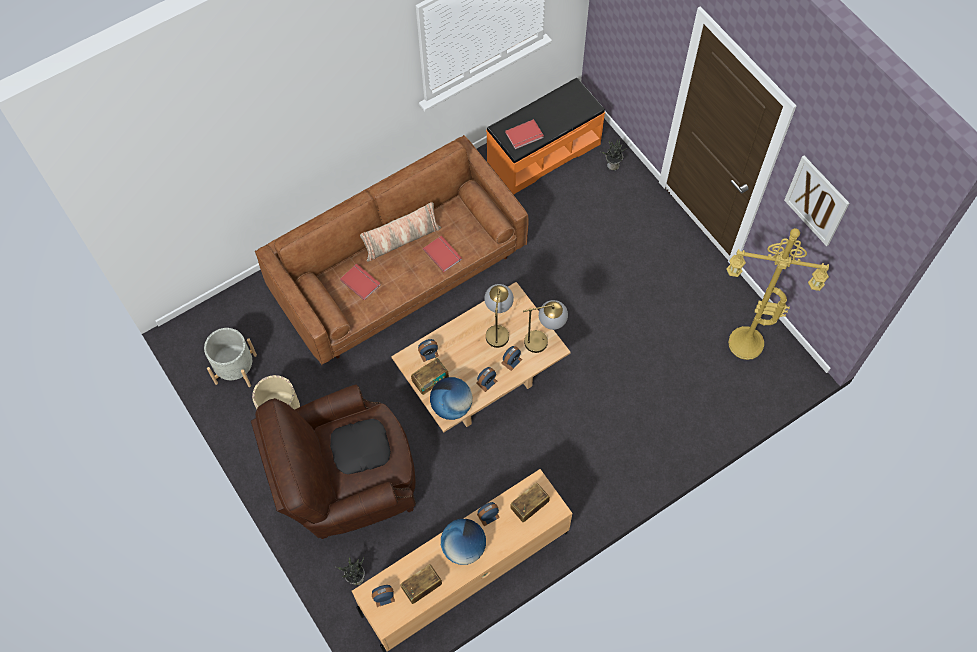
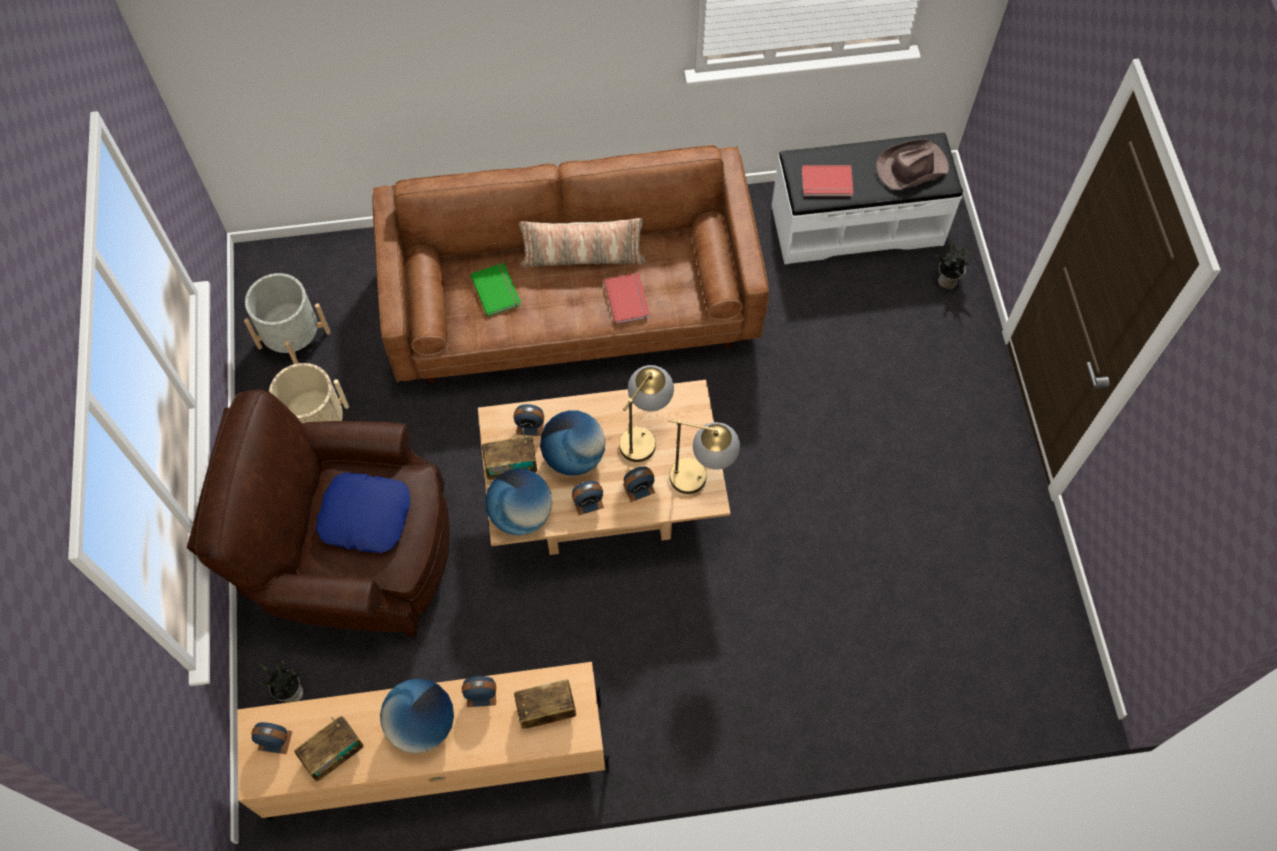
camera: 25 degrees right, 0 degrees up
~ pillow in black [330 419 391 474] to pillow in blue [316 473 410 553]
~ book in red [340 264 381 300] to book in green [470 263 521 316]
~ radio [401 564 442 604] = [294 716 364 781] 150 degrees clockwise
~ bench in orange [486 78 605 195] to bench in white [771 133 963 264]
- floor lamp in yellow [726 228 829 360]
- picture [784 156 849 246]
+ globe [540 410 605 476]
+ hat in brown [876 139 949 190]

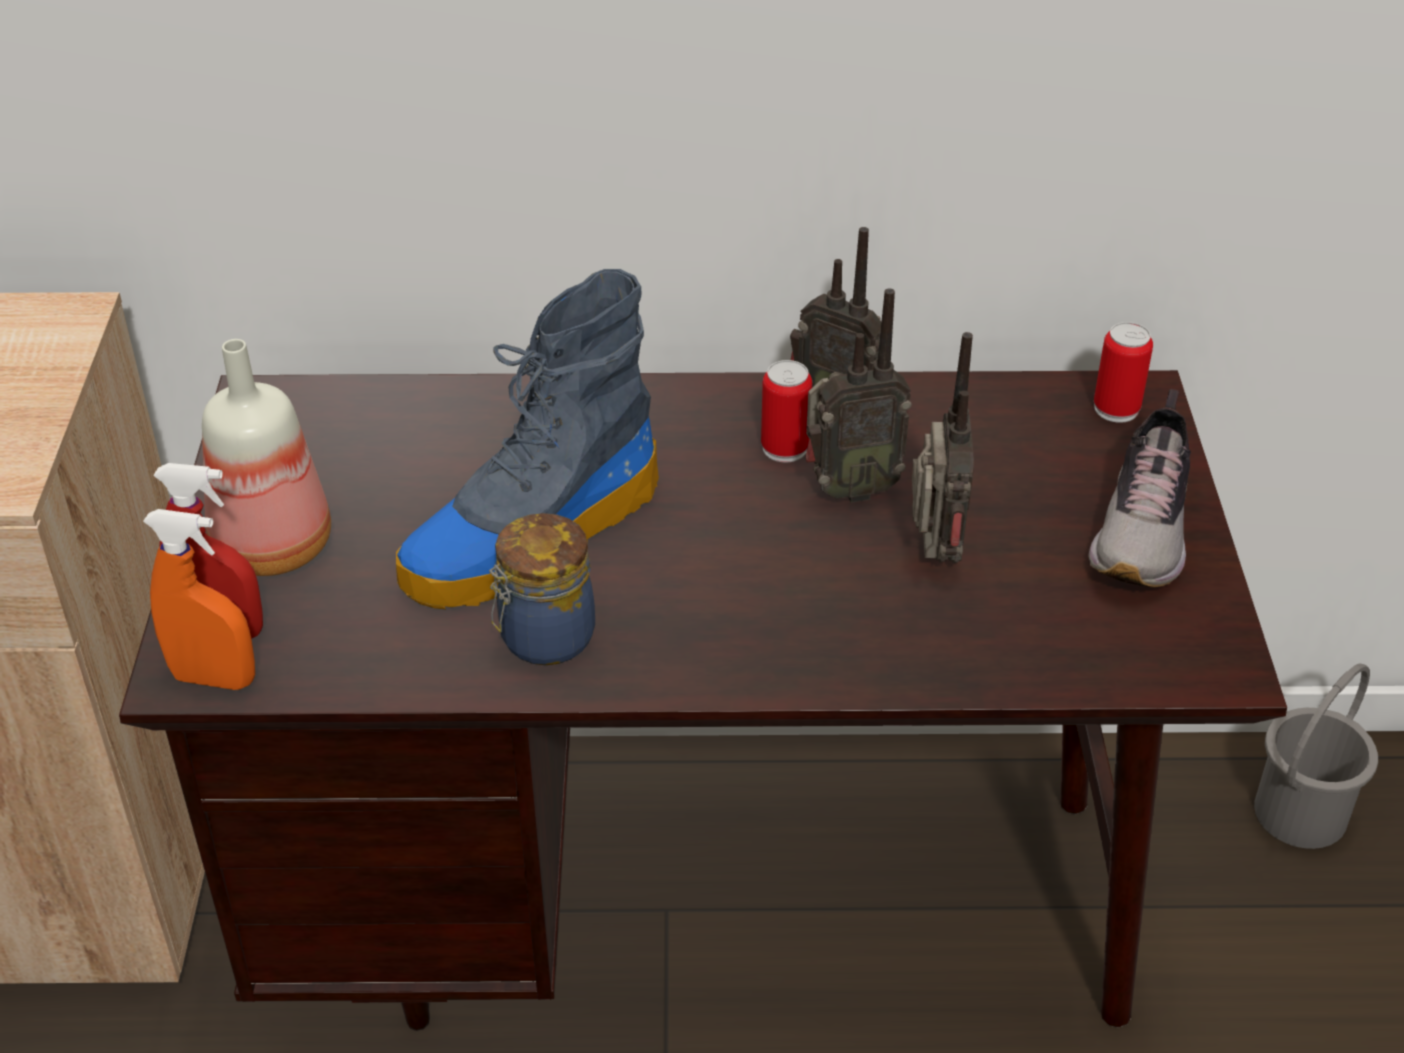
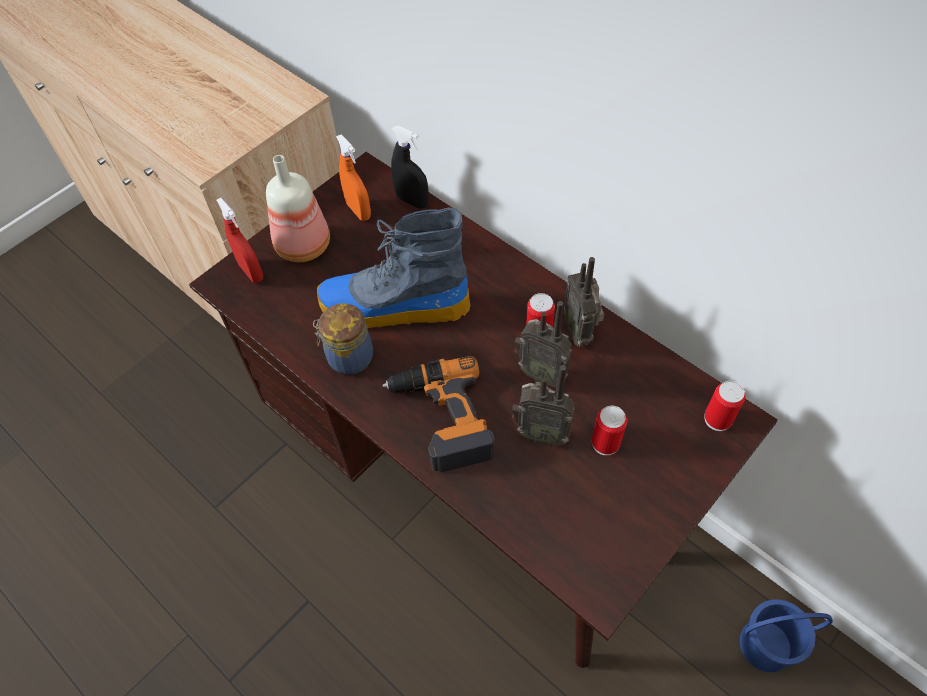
camera: 45 degrees right, 15 degrees up
~ spray bottle in orange [143 509 255 690] to [336 134 371 221]
~ radio [912 332 974 563] = [512 365 575 446] 60 degrees clockwise
- shoe [1088 389 1191 587]
~ bucket in grey [1254 663 1378 849] to bucket in blue [740 599 833 672]
+ power drill [383 356 495 472]
+ spray bottle in black [391 126 428 209]
+ can [592 406 627 456]

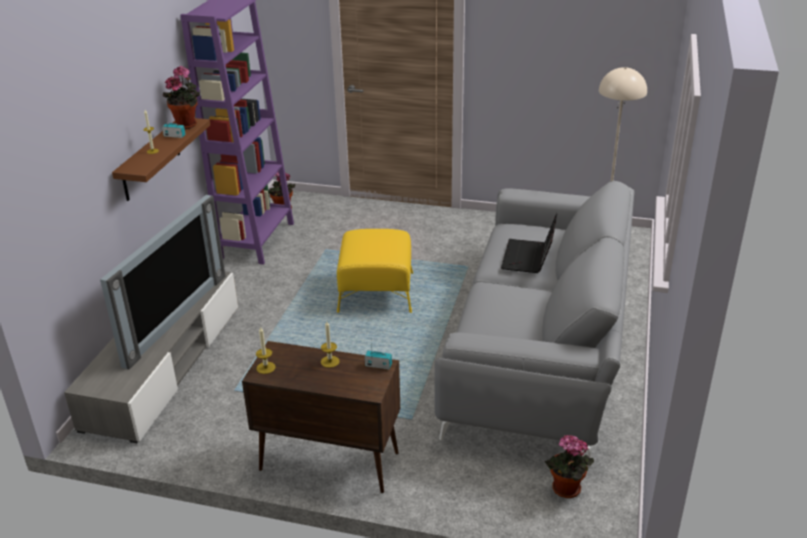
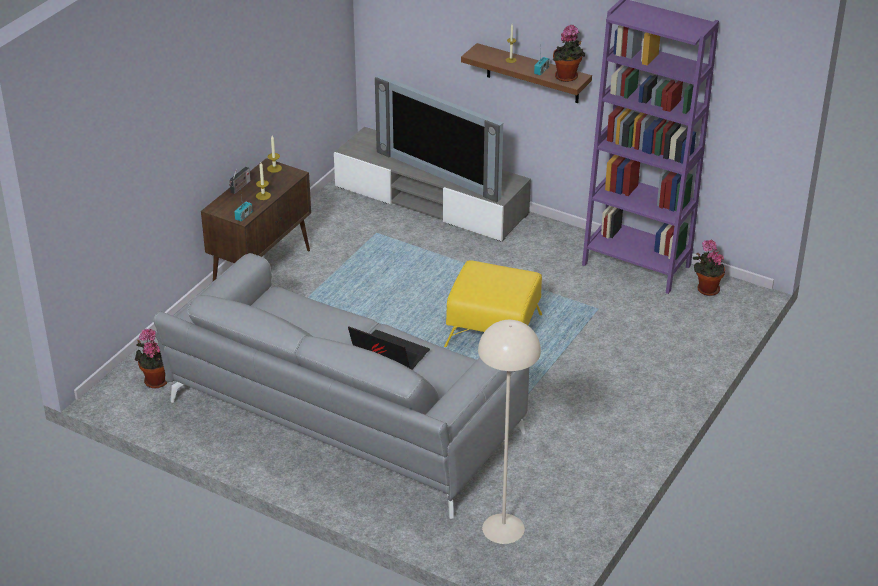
camera: 105 degrees right, 5 degrees up
+ radio [229 167 250 194]

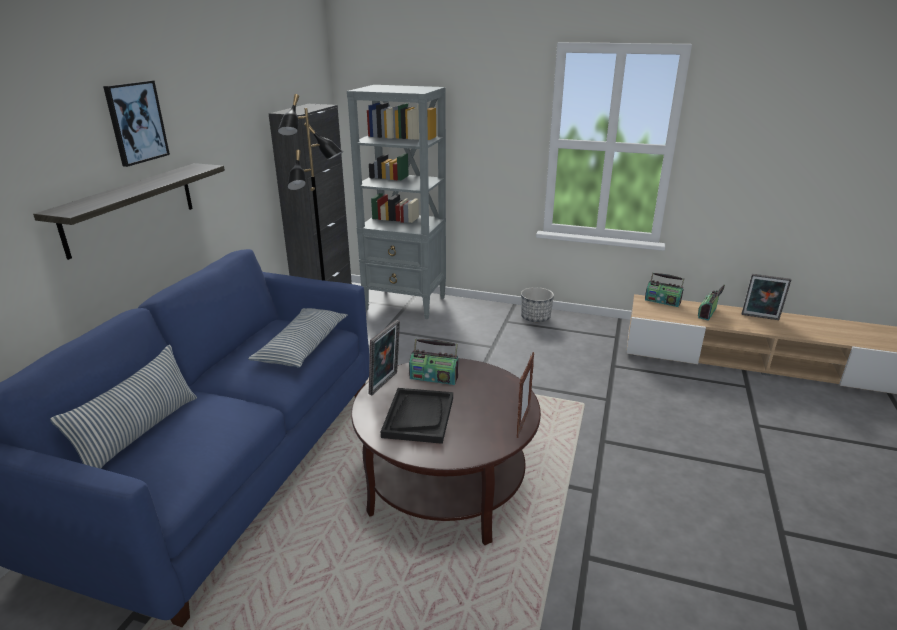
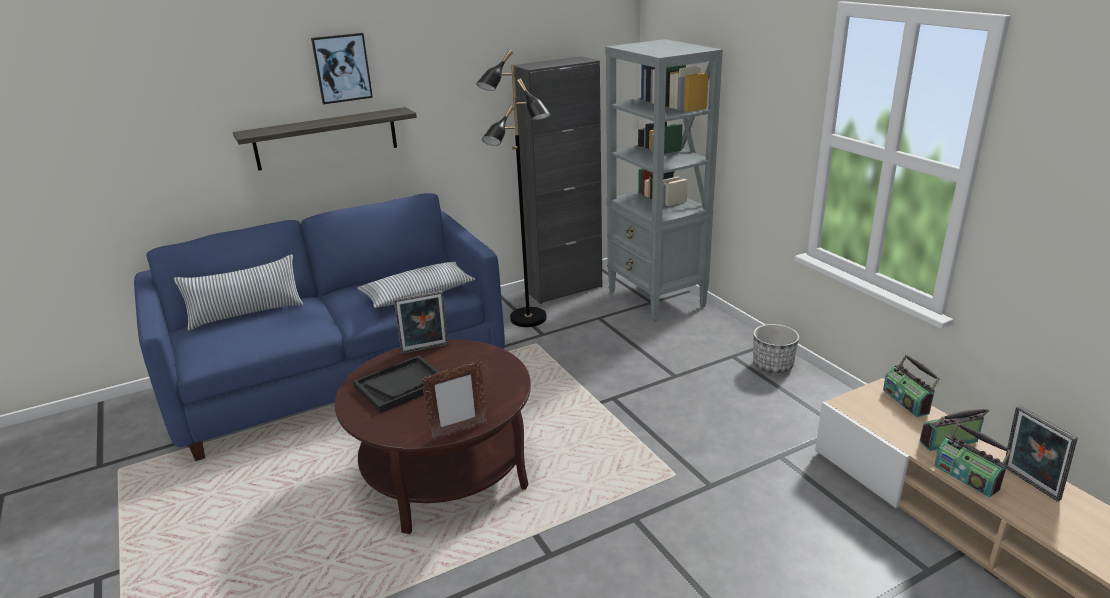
camera: 45 degrees right, 0 degrees up
~ radio [409 339 458 385] to [935 423 1012 497]

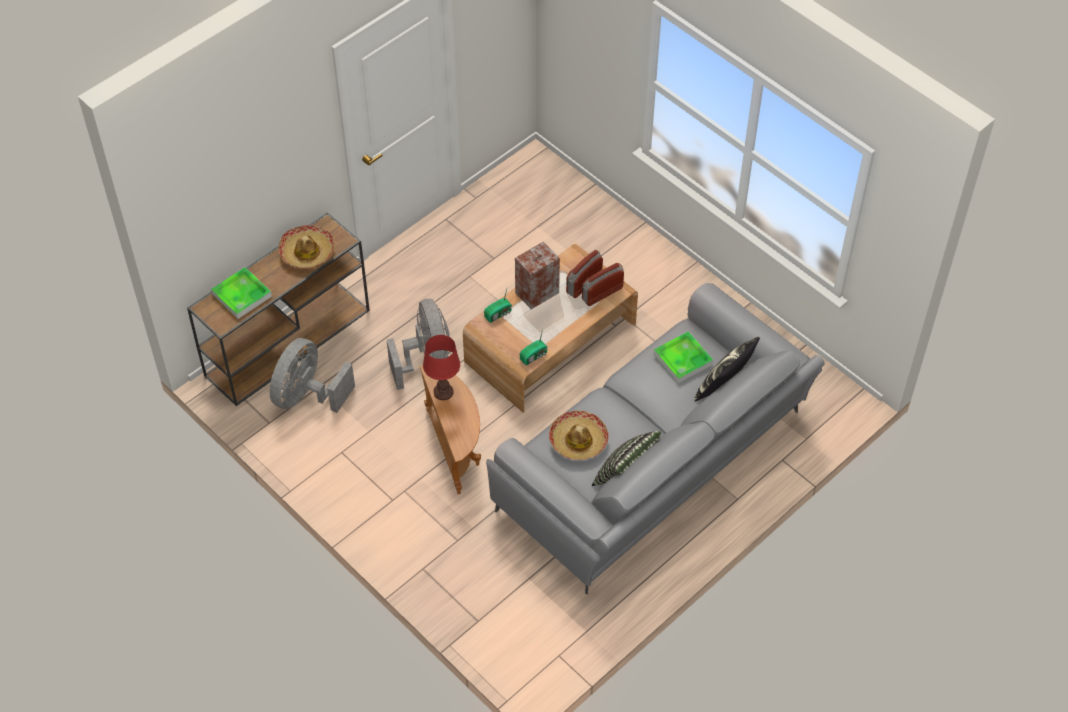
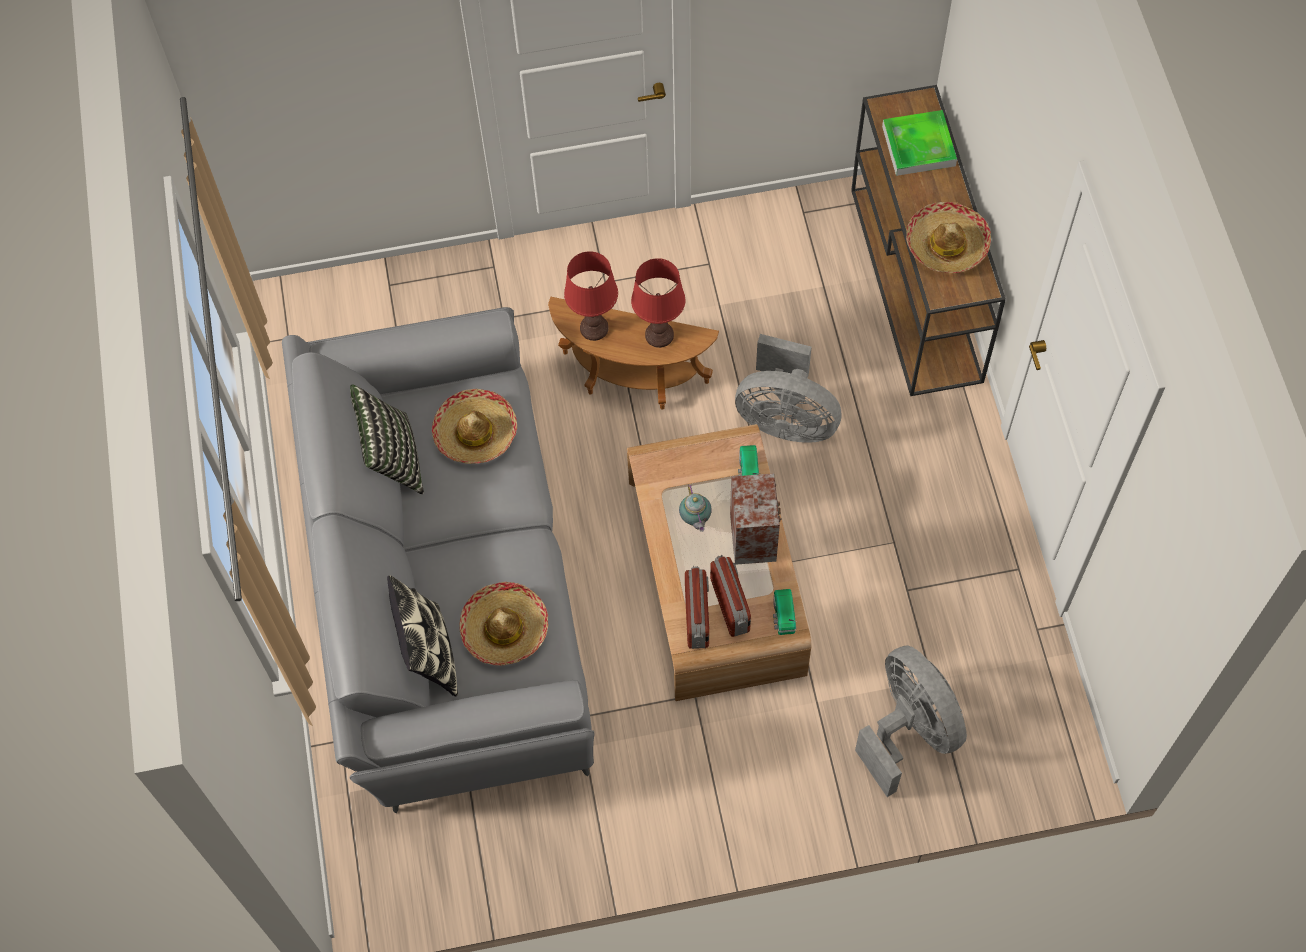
camera: 125 degrees right, 10 degrees up
~ fan in grey [270 338 355 413] to [855 646 967 797]
~ radio [520 329 548 365] to [773 589 798 635]
~ tray [653 331 713 383] to hat [459 582 548 666]
+ table lamp in red [564 251 618 341]
+ teapot [679 485 712 532]

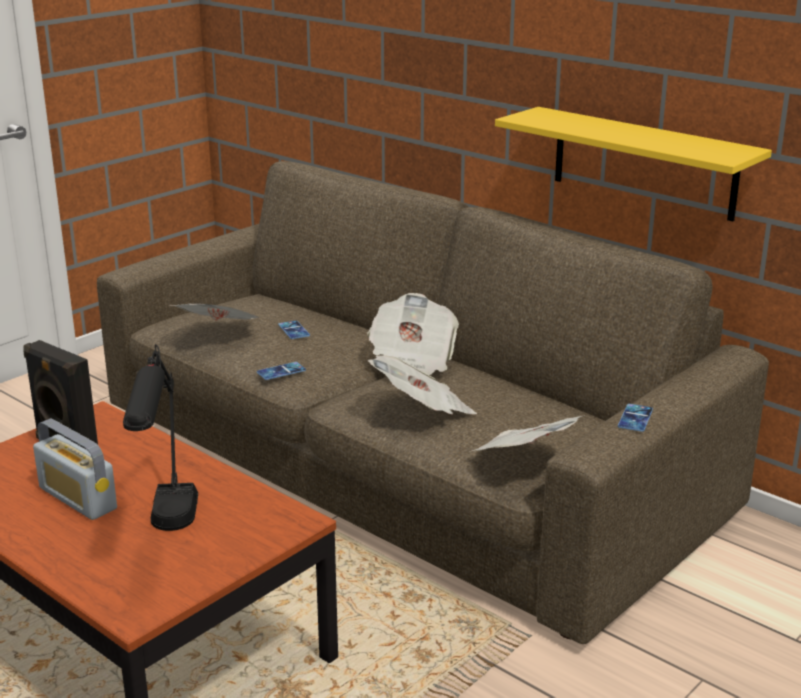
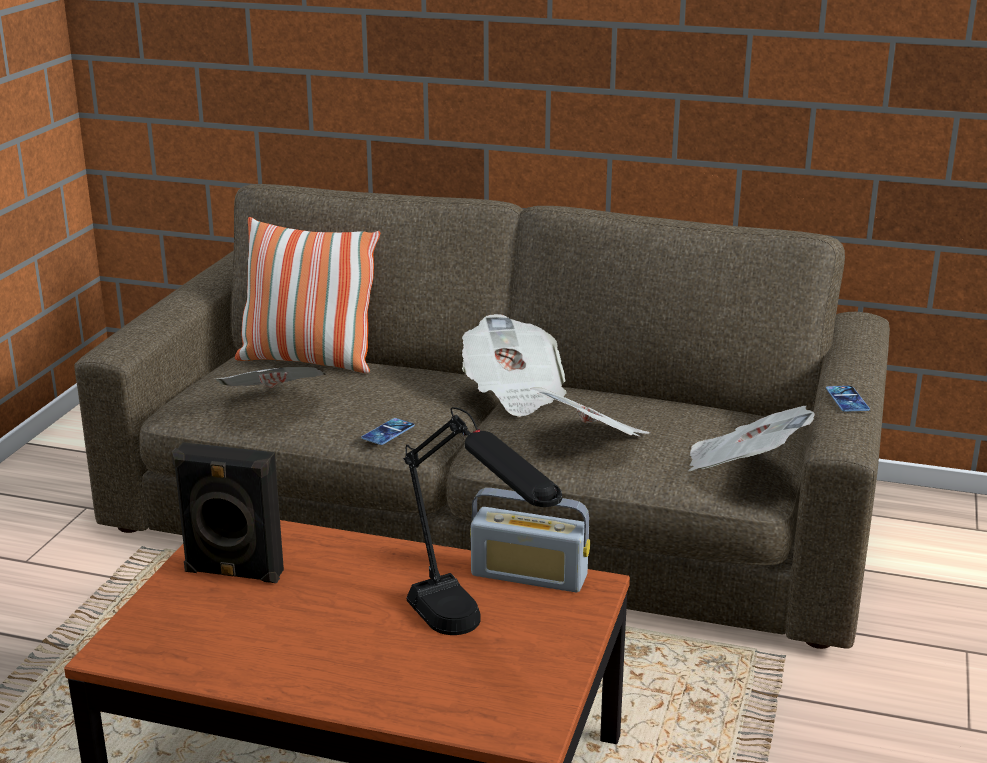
camera: 25 degrees left, 0 degrees up
~ radio [33 418 117 520] to [470 488 590 592]
- phone [278 320 310 339]
- shelf in yellow [495 107 772 221]
+ pillow [235 217 380 373]

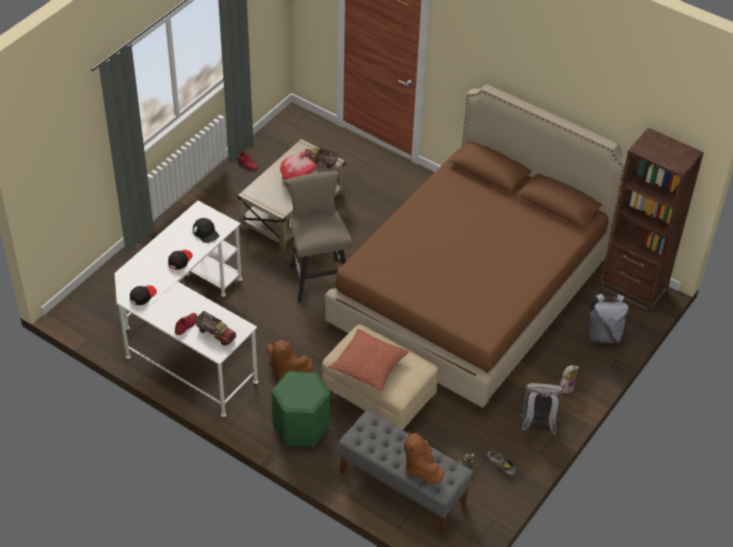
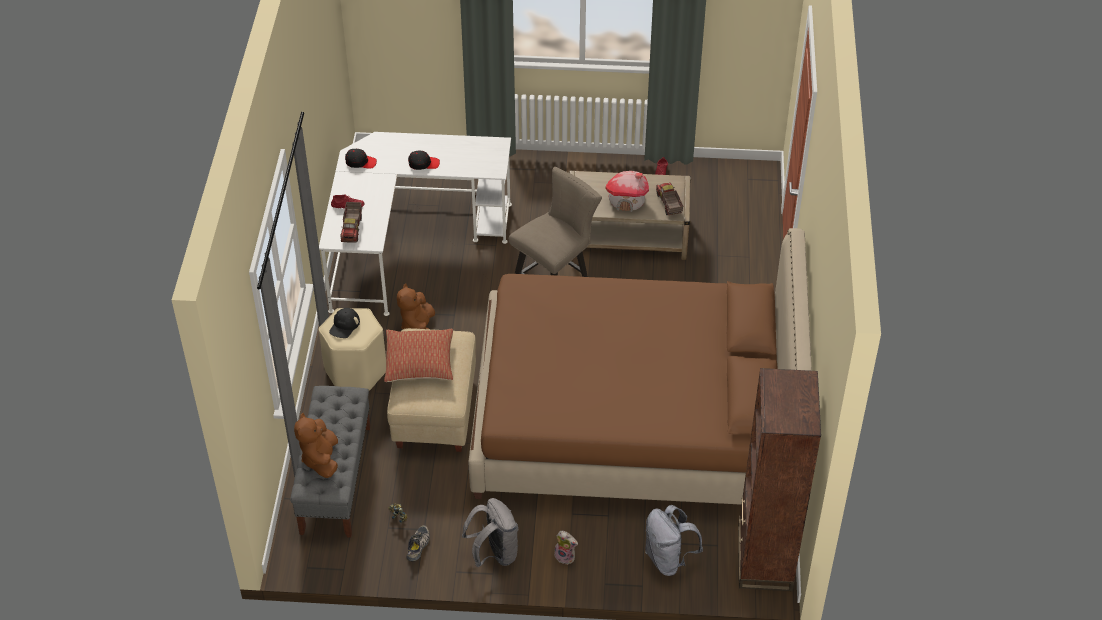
camera: 60 degrees right, 0 degrees up
~ cap in black [193 218 219 243] to [329 308 360 338]
~ stool in green [272 371 330 447] to stool in beige [319 308 386 391]
~ plush toy in brown [404 431 444 484] = [294 413 338 478] 45 degrees counterclockwise

